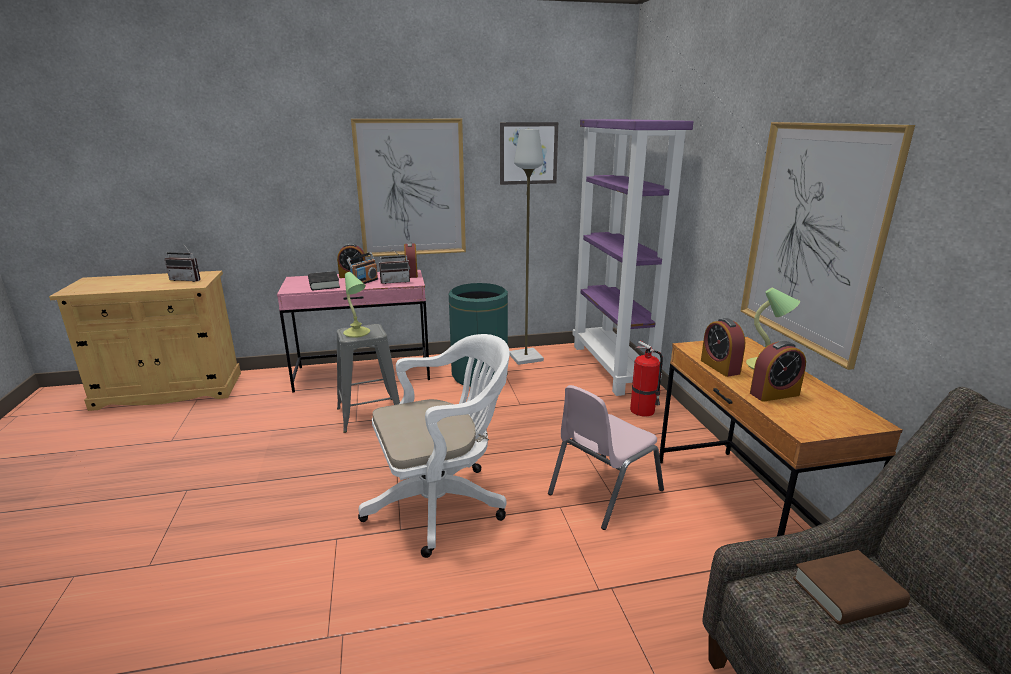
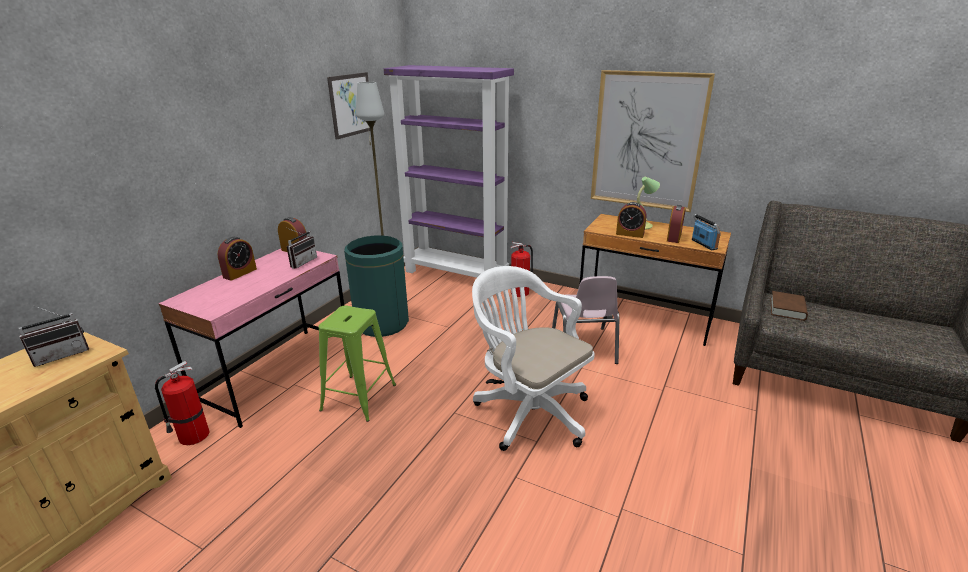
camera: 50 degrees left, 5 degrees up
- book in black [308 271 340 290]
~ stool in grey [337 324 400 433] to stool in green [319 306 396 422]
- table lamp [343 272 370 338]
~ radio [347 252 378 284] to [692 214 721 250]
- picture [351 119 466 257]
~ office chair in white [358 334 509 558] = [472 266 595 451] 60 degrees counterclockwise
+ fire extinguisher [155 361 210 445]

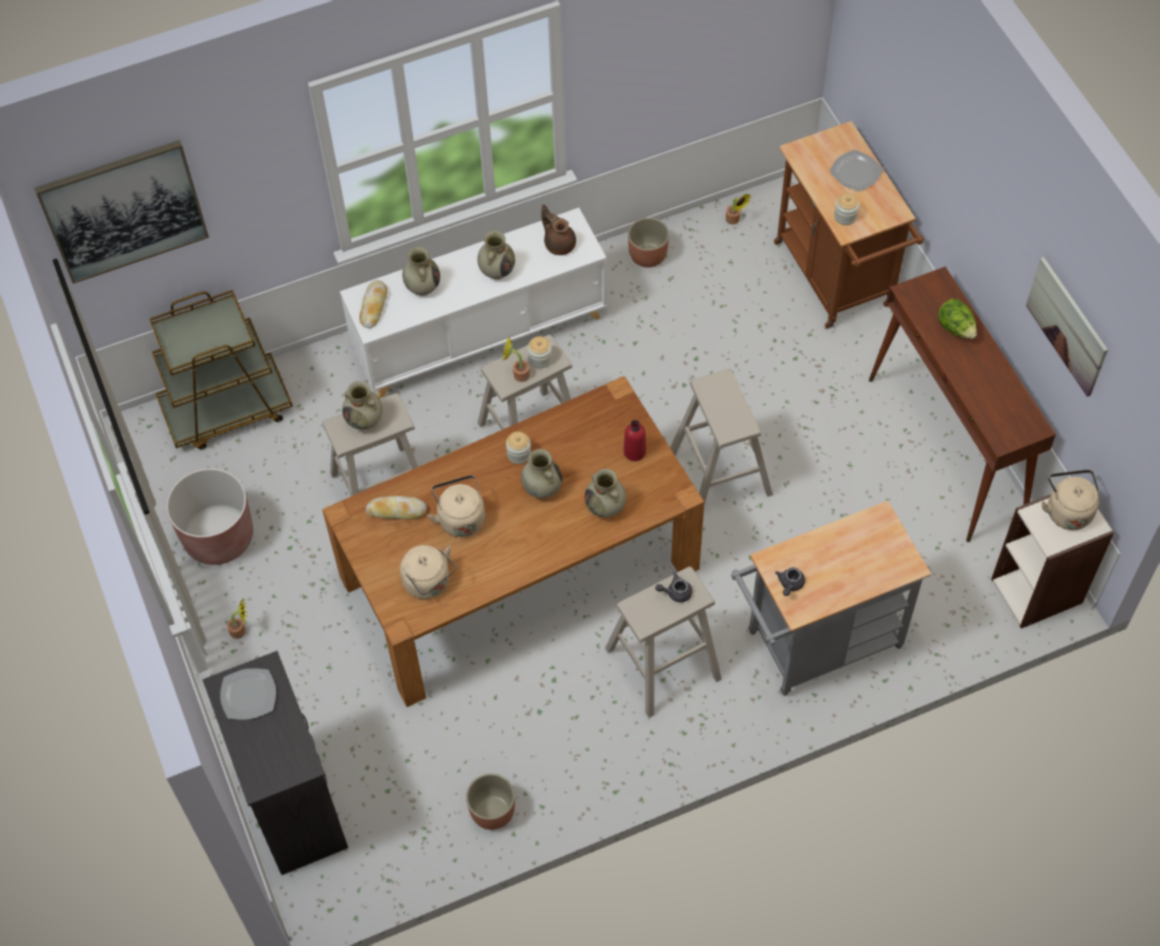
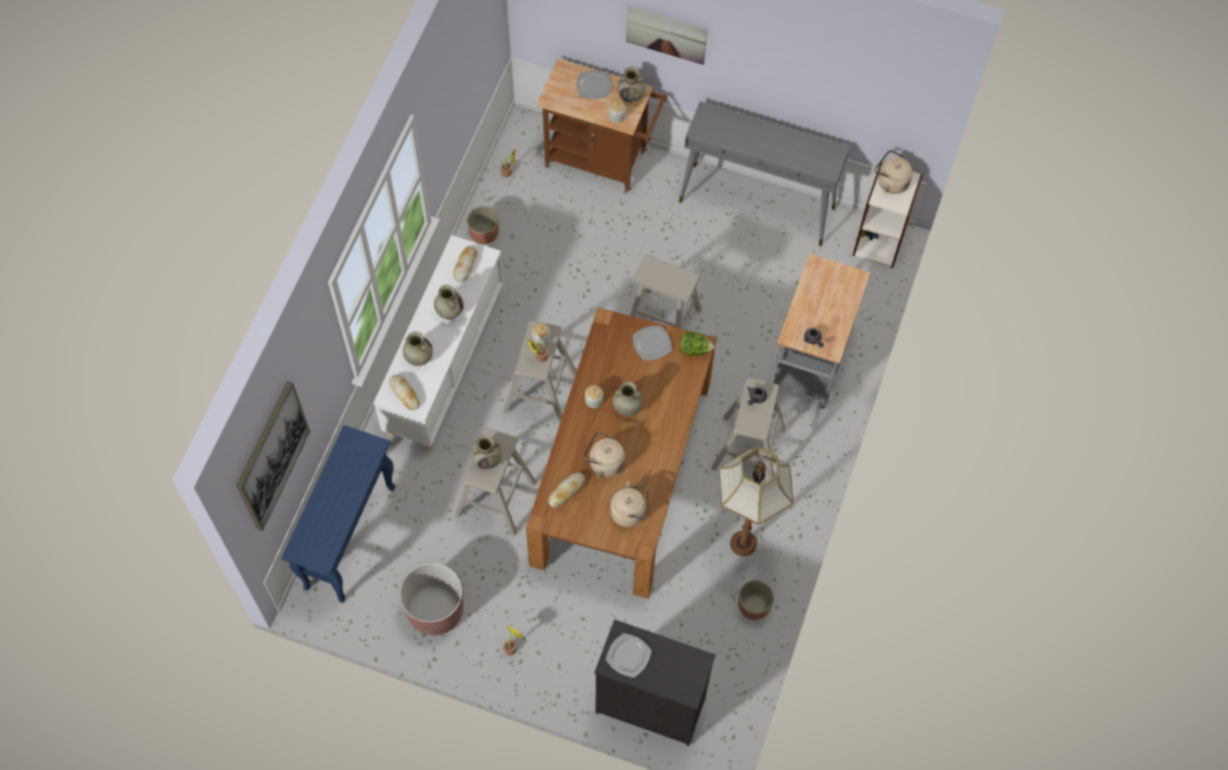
camera: 50 degrees left, 5 degrees up
~ cart in brown [149 290 293 449] to console table in blue [281 425 395 603]
~ teapot in brown [541 204 576 255] to bread [453 246 477 282]
~ vase in beige [585 469 626 518] to [617 66 645 102]
~ bottle in red [624 420 646 461] to plate [633 326 672 360]
~ console table in brown [869 267 1056 542] to console table in grey [679 101 850 246]
~ lettuce [938 299 977 339] to [680 332 715 356]
~ picture [1026 257 1108 397] to [626 6 708 65]
+ floor lamp [719 447 793 557]

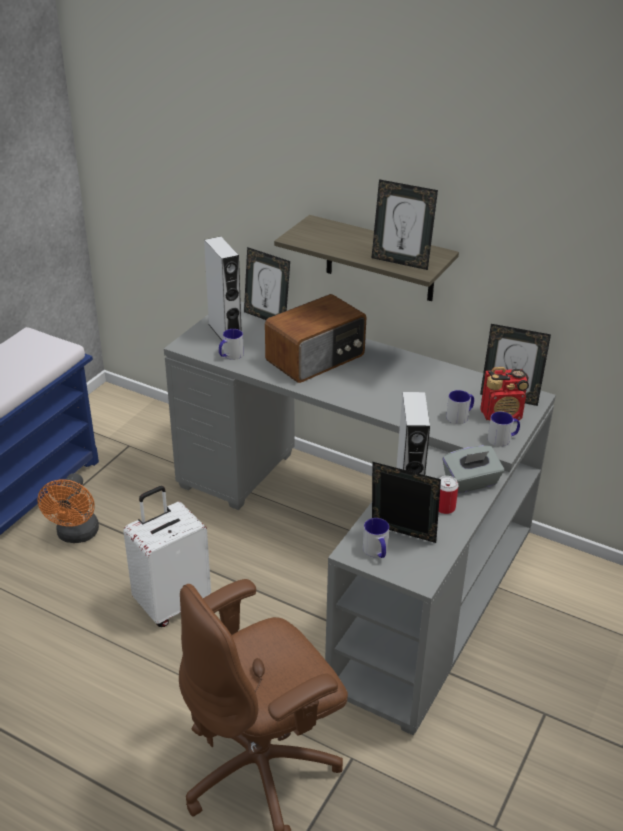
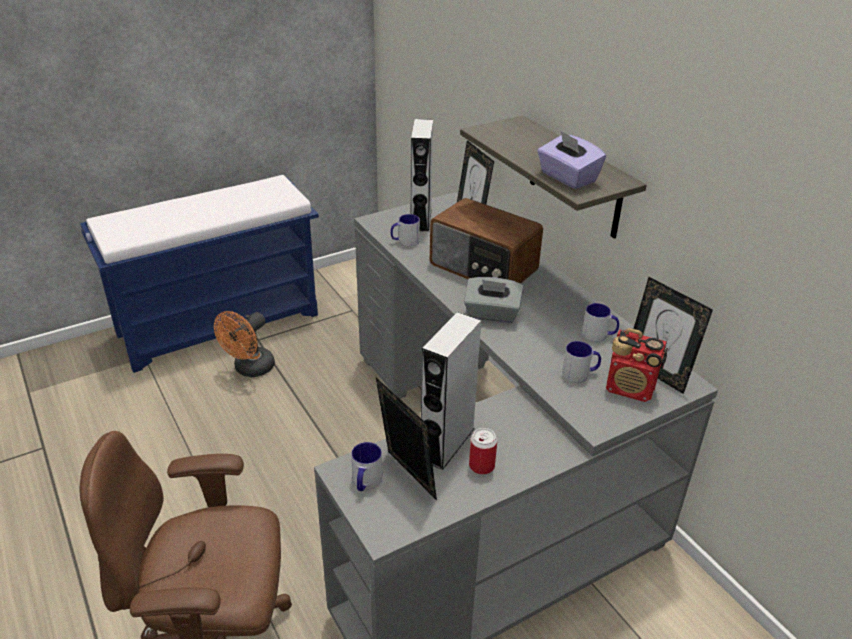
camera: 30 degrees right, 0 degrees up
- suitcase in white [123 486 211 627]
~ radio [265 294 366 383] = [430 198 543 283] 45 degrees clockwise
~ picture frame [372 179 438 270] to tissue box in purple [537 130 606 189]
~ tissue box in grey [443 445 504 493] to [464 277 523 323]
~ mug [488 412 520 447] to [582 303 619 342]

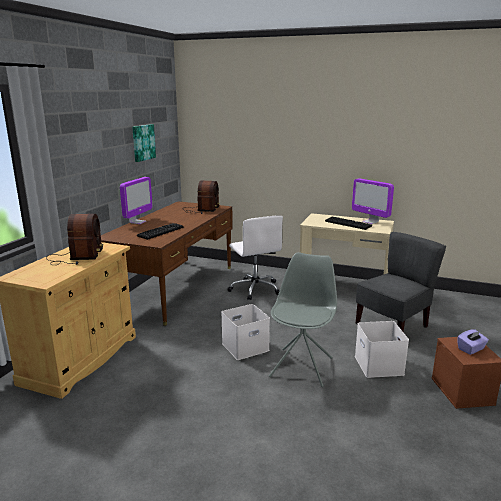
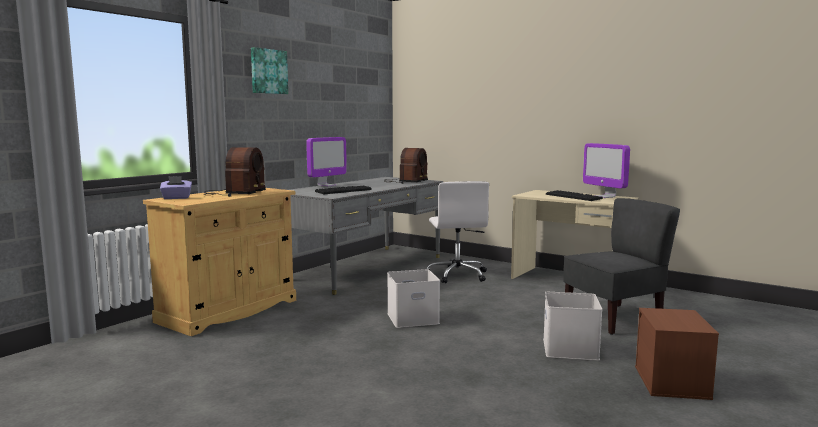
camera: 15 degrees right, 10 degrees down
~ desk in brown [101 201 233 326] to desk in grey [290 177 443 295]
~ picture [132 124 156 162] to [251 47 288 94]
- chair in grey [269 252 337 387]
~ tissue box in purple [457 329 489 355] to [160 176 192 199]

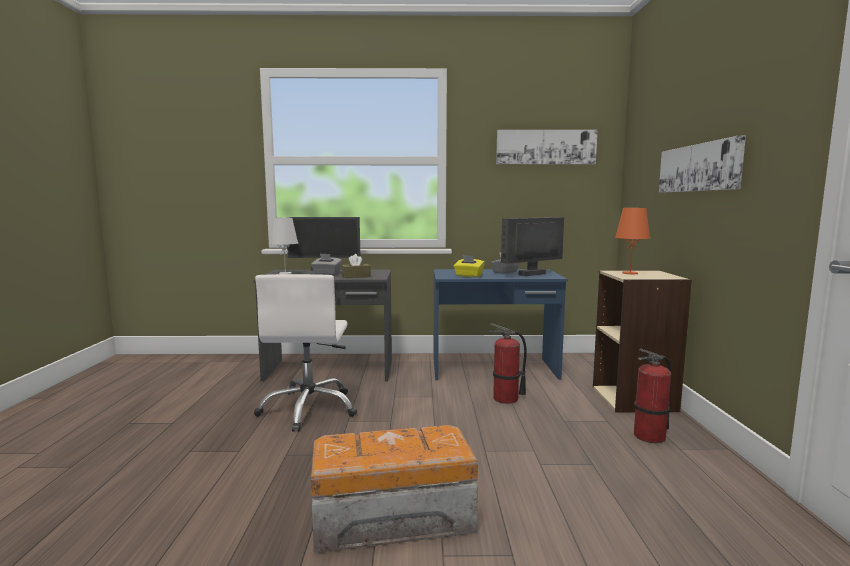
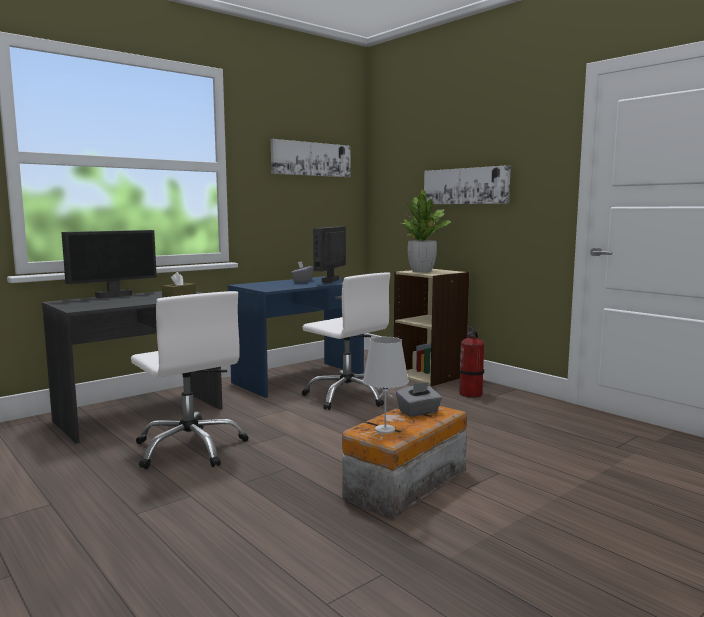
camera: 40 degrees left, 0 degrees up
~ table lamp in white [269 218 298 274] to [363 337 409 434]
~ tissue box in grey [311 254 342 275] to [396 382 442 417]
- tissue box in yellow [454 255 484 277]
~ fire extinguisher [489 323 527 404] to office chair in white [301 272 390 410]
~ table lamp in orange [615 208 650 274] to potted plant [399 190 451 273]

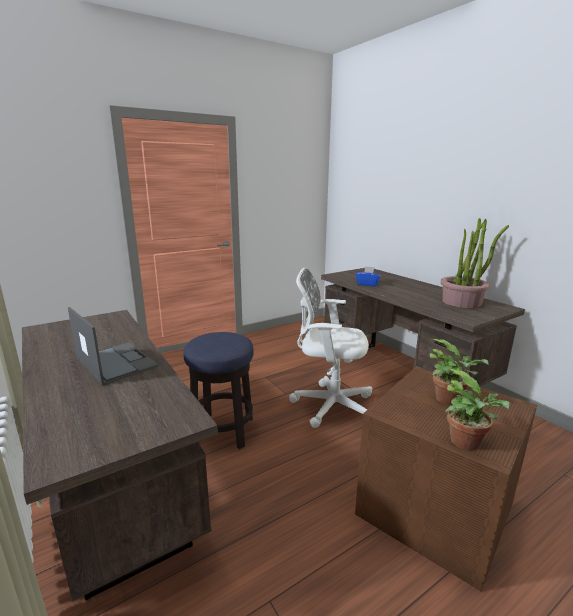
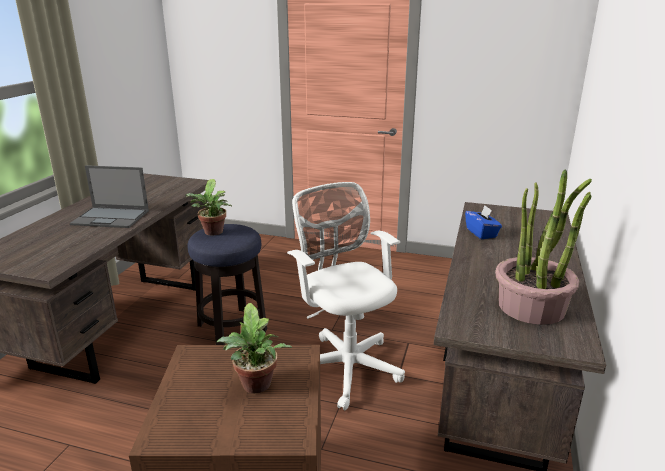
camera: 50 degrees right, 5 degrees up
~ laptop [68 307 158 385] = [70 165 149 228] 90 degrees clockwise
~ potted plant [445 369 510 450] to [185 179 232 235]

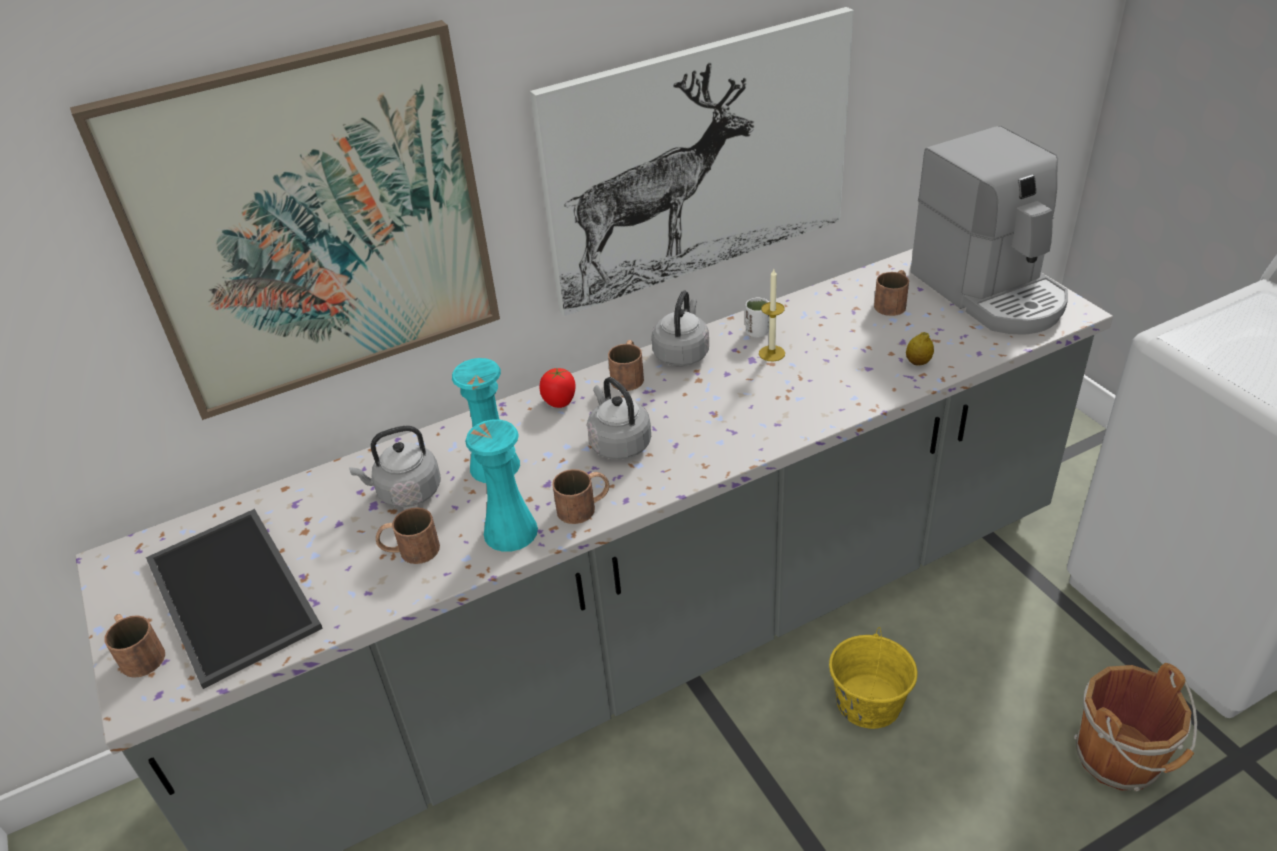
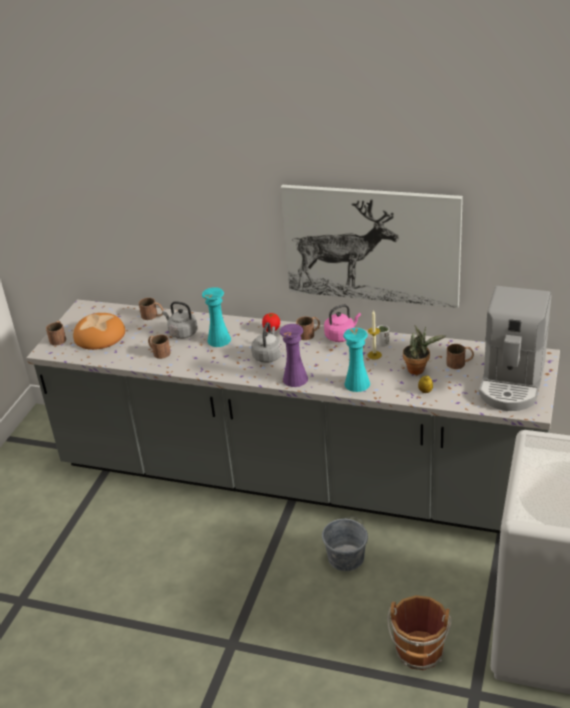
camera: 45 degrees right, 5 degrees down
- picture [70 20 500 420]
~ tray [146 509 323 689] to bread [73 313 125 350]
~ vase in turquoise [465 419 538 552] to [343 328 370 392]
~ mug in brown [552 469 610 524] to [139 298 164 320]
~ kettle in grey [652 290 709 366] to kettle in pink [324 304 361 342]
~ bucket in yellow [829 627 918 729] to bucket in grey [322 517 368 571]
+ vase in purple [280 324 308 387]
+ potted plant [403 326 446 375]

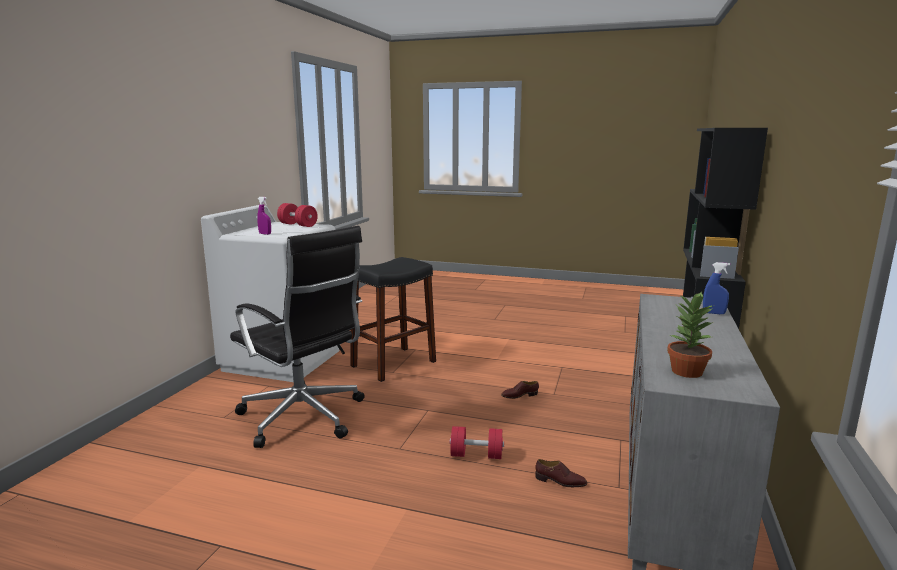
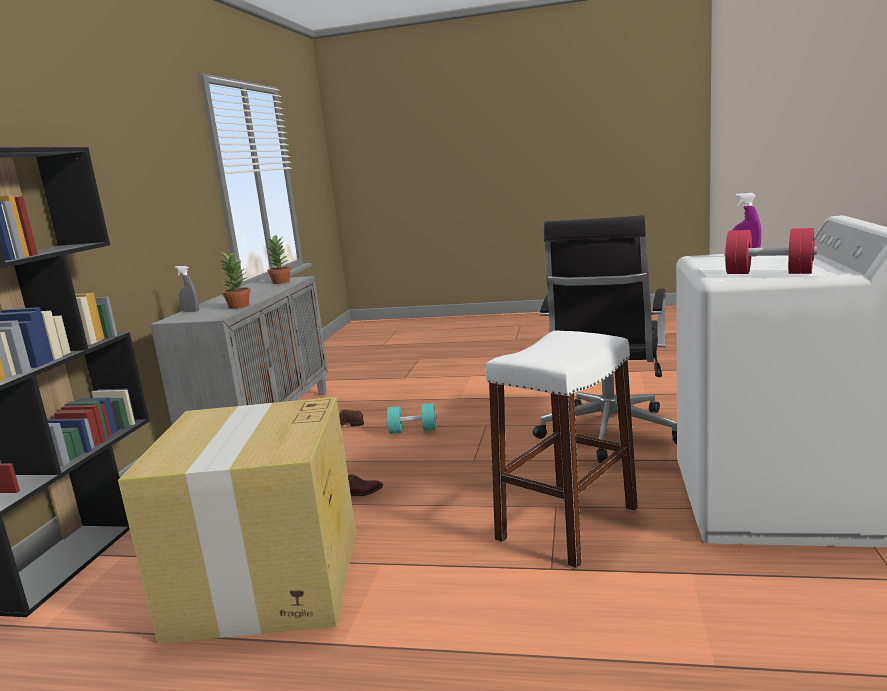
camera: 175 degrees right, 0 degrees up
~ office chair in black [230 226 365 448] = [533 215 677 463] 105 degrees counterclockwise
~ stool in black [351 257 436 382] to stool in white [486 331 638 568]
~ dumbbell in red [450 426 504 459] to dumbbell in turquoise [387 403 437 434]
~ spray bottle in blue [703 262 730 314] to spray bottle in grey [175 266 199 312]
+ cardboard box [118 397 356 644]
+ potted plant [220 252 250 309]

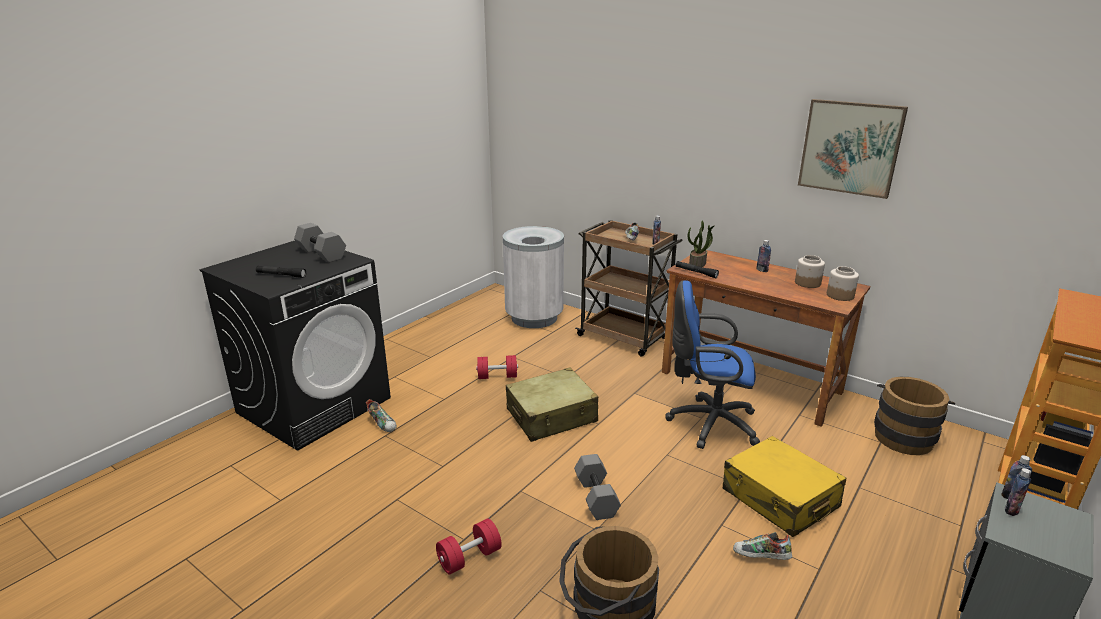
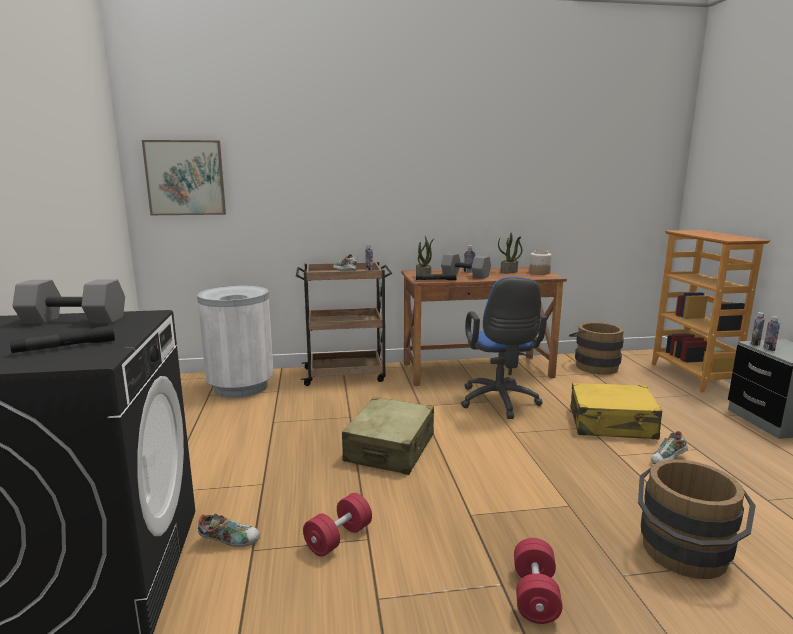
camera: 45 degrees left, 10 degrees down
~ dumbbell in red [476 355 518 379] to [303 493 372 557]
~ dumbbell in grey [574 454 621 520] to [441 253 491 279]
~ office chair in blue [665 280 760 449] = [461 276 547 419] 60 degrees counterclockwise
~ jar [795 255 825 288] to potted plant [498 233 522 273]
~ picture [798 99 908 199] to [142 140 226 215]

